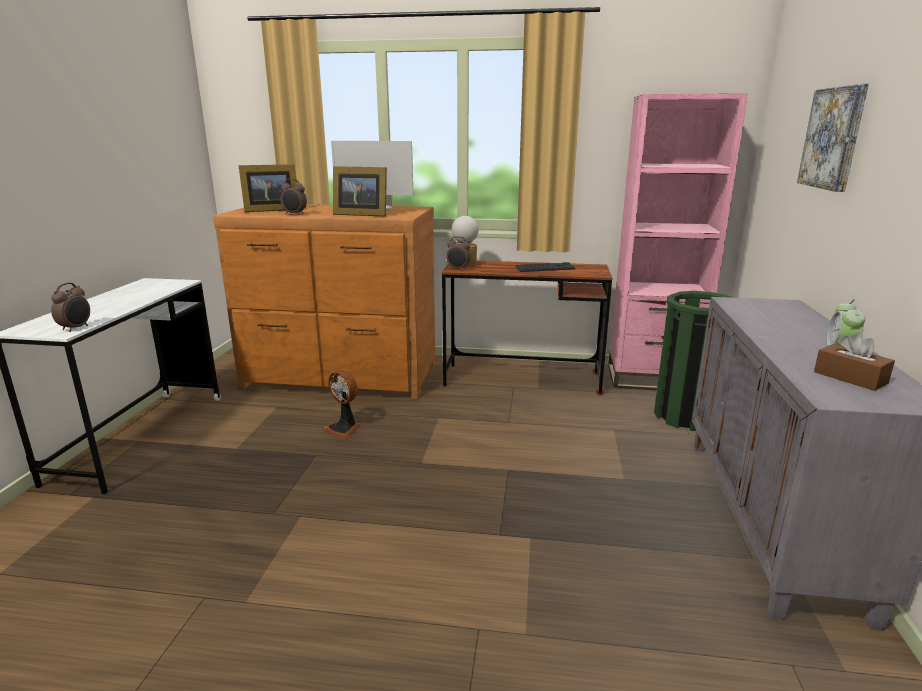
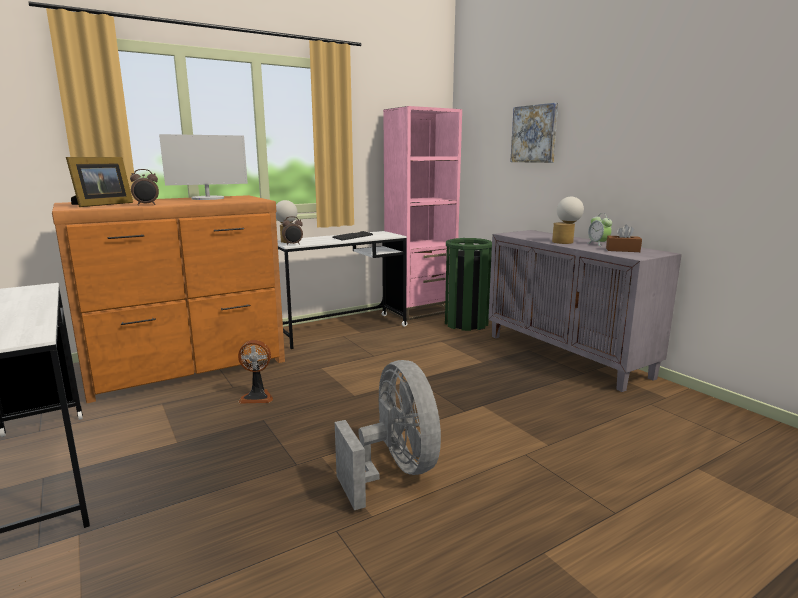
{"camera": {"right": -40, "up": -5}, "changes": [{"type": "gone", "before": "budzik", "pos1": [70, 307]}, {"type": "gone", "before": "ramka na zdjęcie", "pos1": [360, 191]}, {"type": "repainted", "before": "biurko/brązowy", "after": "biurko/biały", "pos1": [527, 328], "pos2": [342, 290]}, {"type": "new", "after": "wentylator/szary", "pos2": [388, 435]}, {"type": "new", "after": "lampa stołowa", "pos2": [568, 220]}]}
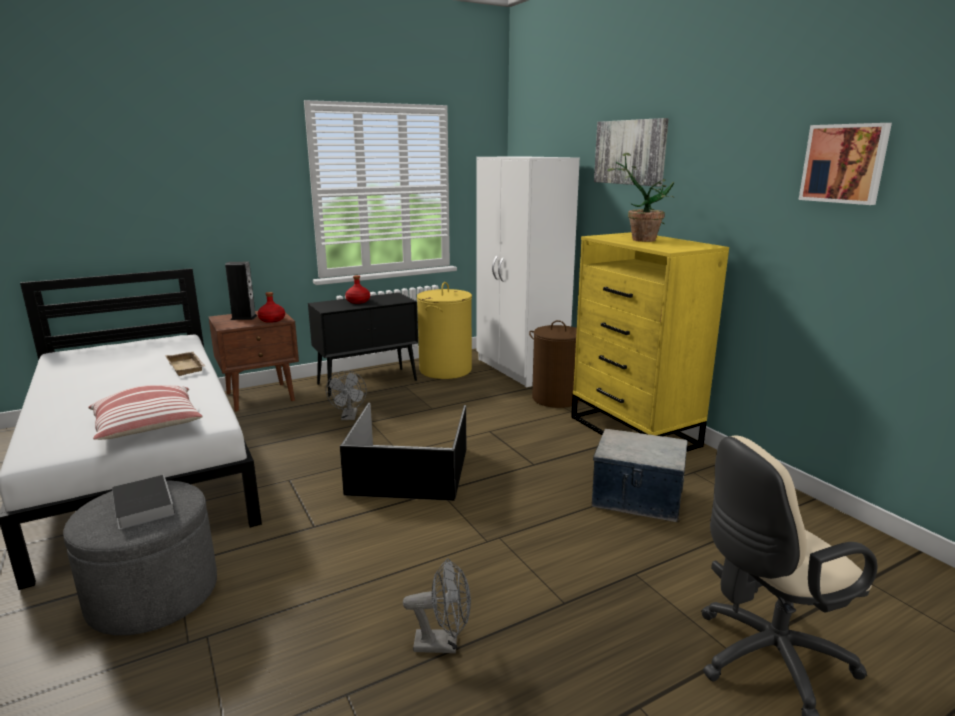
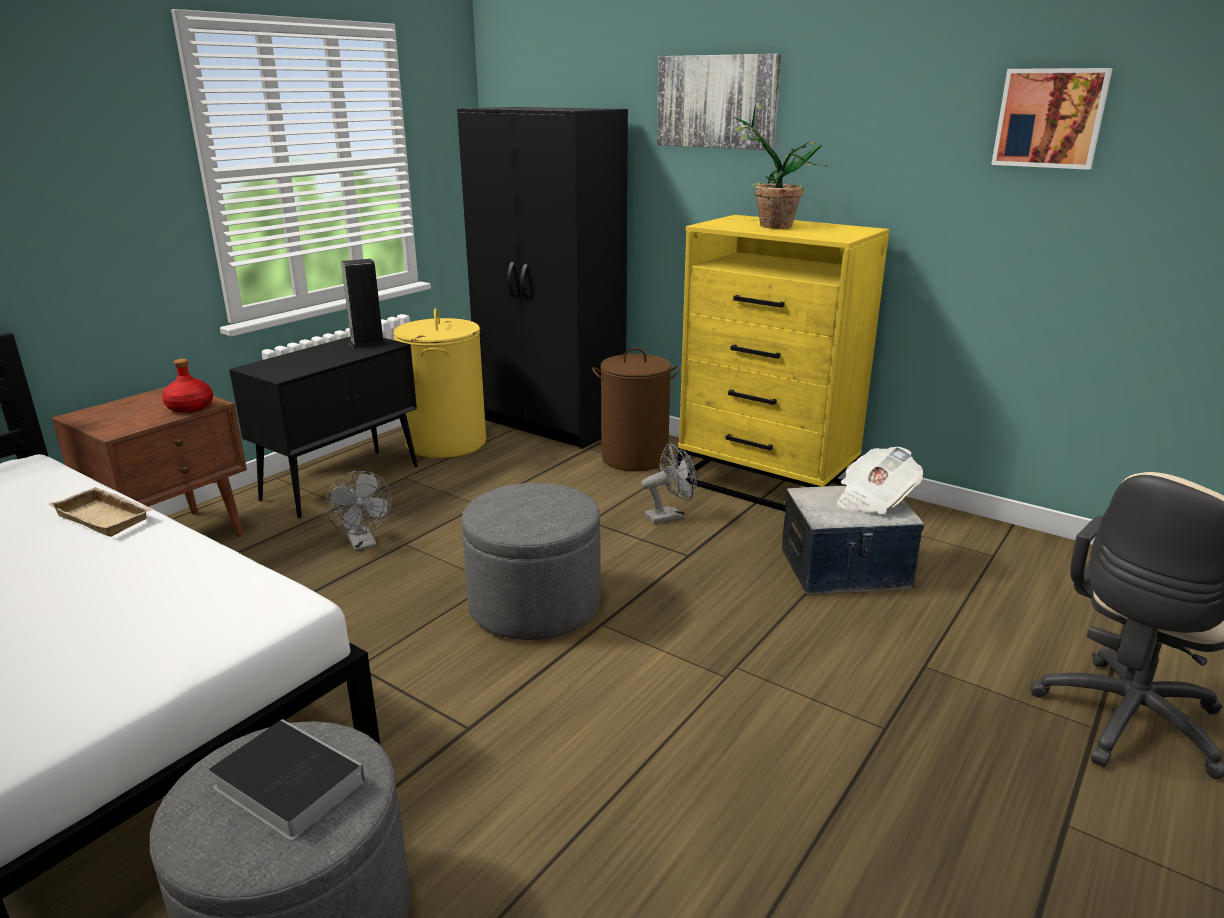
{"camera": {"right": -25, "up": 5}, "changes": [{"type": "gone", "before": "poduszka", "pos1": [145, 412]}, {"type": "shifted", "before": "głośnik", "pos1": [241, 291], "pos2": [363, 304]}, {"type": "swapped", "before": "pojemnik do przechowywania/czarny", "after": "pufa/szary", "pos1": [403, 452], "pos2": [531, 561]}, {"type": "gone", "before": "butelka/czerwony", "pos1": [357, 289]}, {"type": "shifted", "before": "wentylator/szary", "pos1": [437, 605], "pos2": [669, 484]}, {"type": "repainted", "before": "szafa/biały", "after": "szafa/czarny", "pos1": [528, 271], "pos2": [542, 278]}, {"type": "new", "after": "gazeta", "pos2": [880, 480]}]}
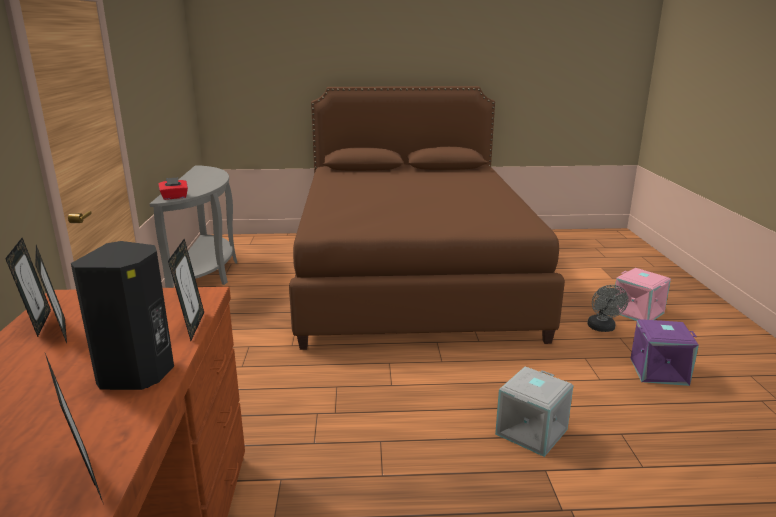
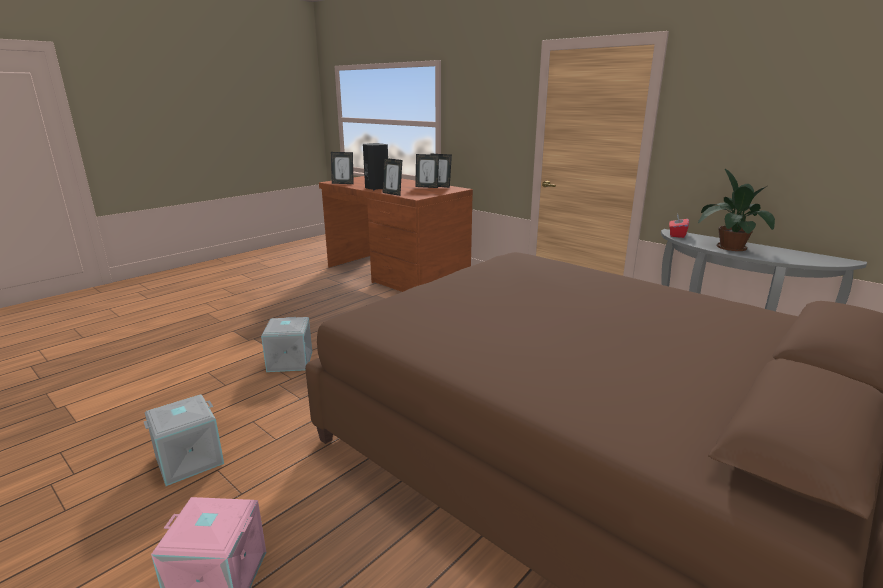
{"camera": {"right": 135, "up": 0}, "changes": [{"type": "gone", "before": "wentylator/szary", "pos1": [608, 308]}, {"type": "repainted", "before": "pojemnik do przechowywania/fioletowy", "after": "pojemnik do przechowywania/szary", "pos1": [664, 352], "pos2": [184, 440]}, {"type": "new", "after": "roślina doniczkowa", "pos2": [736, 210]}]}
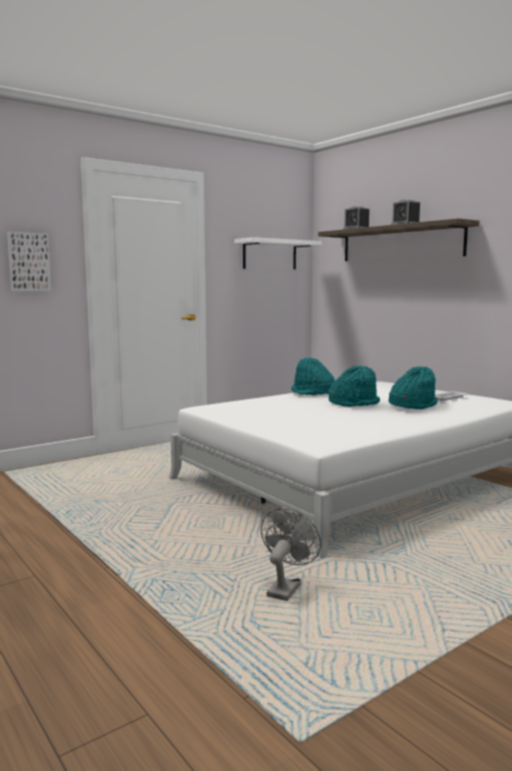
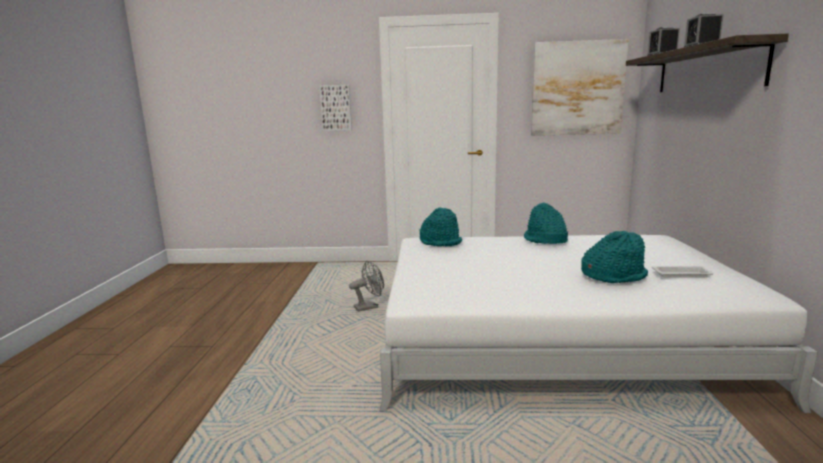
{"camera": {"right": 40, "up": 5}, "changes": [{"type": "swapped", "before": "półka/biały", "after": "obraz", "pos1": [278, 253], "pos2": [580, 87]}, {"type": "shifted", "before": "wentylator/szary", "pos1": [291, 554], "pos2": [366, 286]}, {"type": "shifted", "before": "kapelusz/turkusowy", "pos1": [354, 386], "pos2": [441, 226]}]}
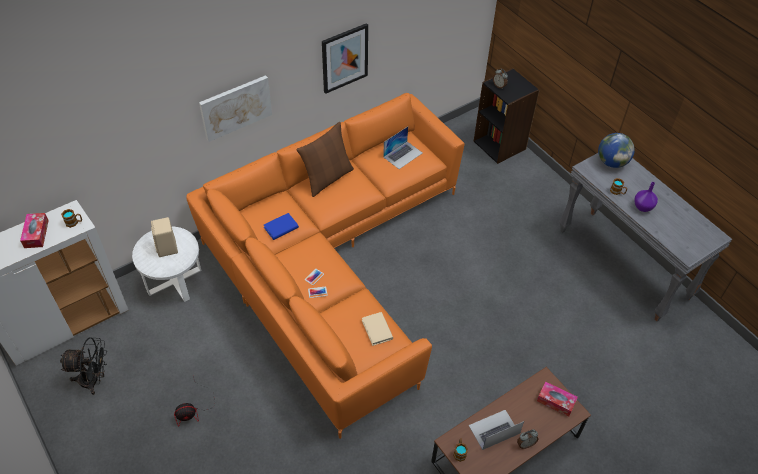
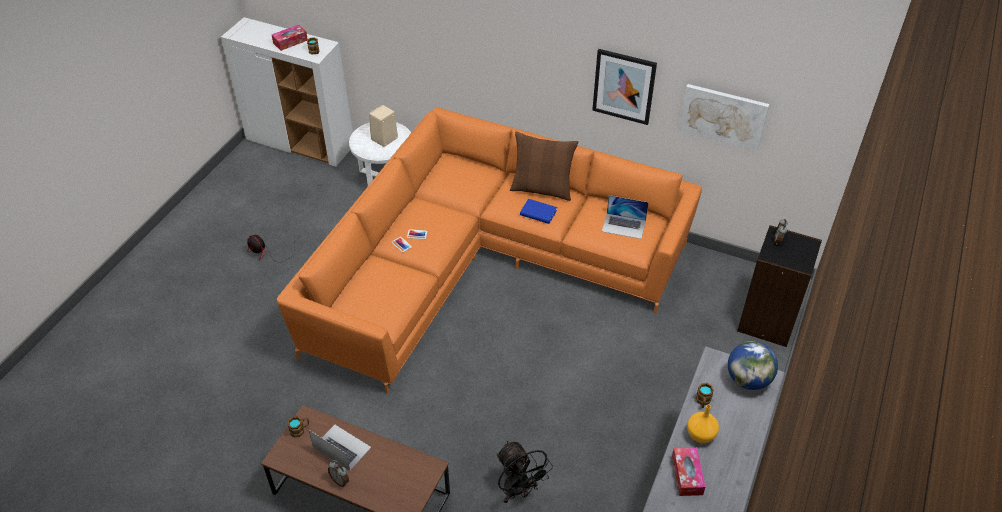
{"camera": {"right": 60, "up": -5}, "changes": [{"type": "shifted", "before": "wentylator/czarny", "pos1": [83, 366], "pos2": [524, 472]}, {"type": "shifted", "before": "obraz", "pos1": [235, 108], "pos2": [724, 117]}, {"type": "shifted", "before": "książka/niebieski", "pos1": [281, 226], "pos2": [538, 211]}, {"type": "gone", "before": "książka/beżowy", "pos1": [377, 329]}, {"type": "shifted", "before": "pudełko chusteczek", "pos1": [557, 399], "pos2": [688, 471]}, {"type": "repainted", "before": "wazon/fioletowy", "after": "wazon/pomarańczowy", "pos1": [646, 197], "pos2": [703, 424]}]}
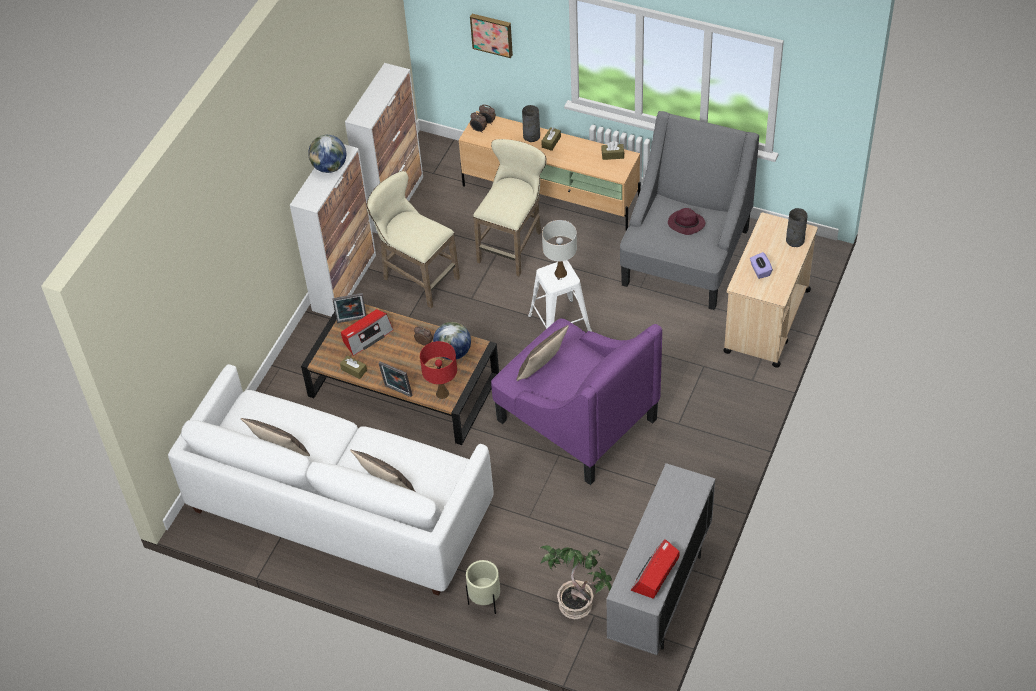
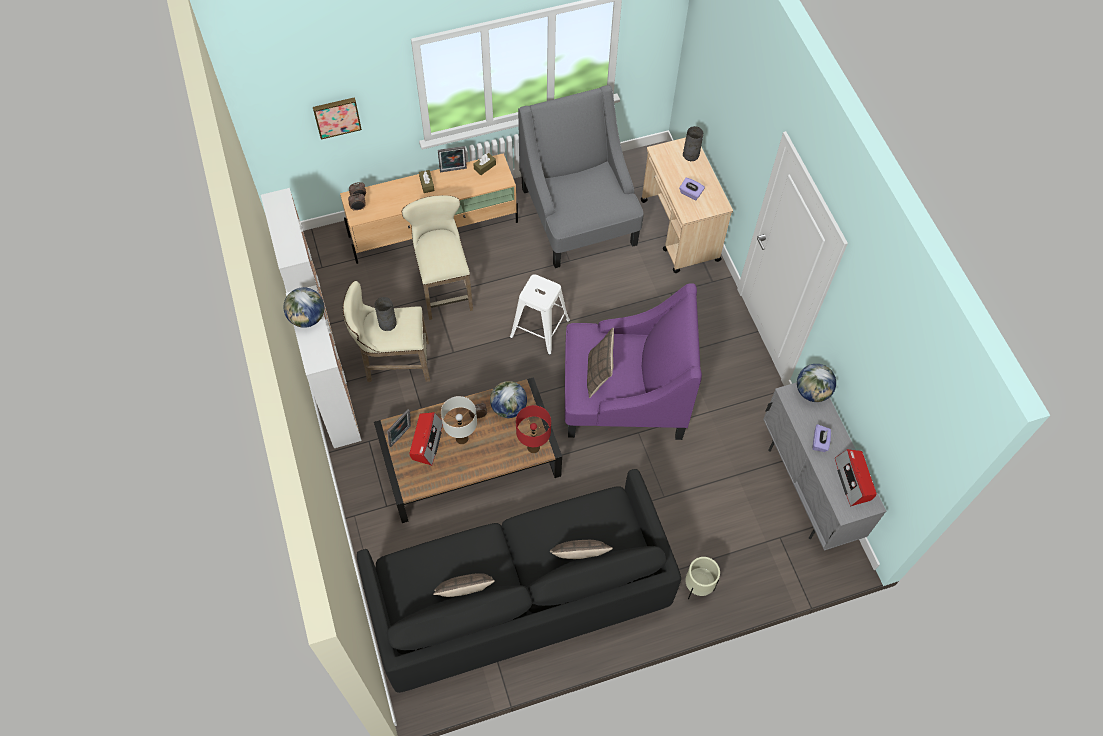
{"camera": {"right": -45, "up": 10}, "changes": [{"type": "repainted", "before": "kanapa/biały", "after": "kanapa/czarny", "pos1": [330, 480], "pos2": [519, 581]}, {"type": "gone", "before": "pudełko chusteczek/brązowy", "pos1": [353, 367]}, {"type": "shifted", "before": "ramka na zdjęcie", "pos1": [395, 379], "pos2": [452, 159]}, {"type": "shifted", "before": "wazon/szary", "pos1": [531, 123], "pos2": [386, 314]}, {"type": "gone", "before": "roślina doniczkowa", "pos1": [576, 582]}, {"type": "shifted", "before": "lampa stołowa/biały", "pos1": [559, 249], "pos2": [459, 420]}, {"type": "gone", "before": "kapelusz/fioletowy", "pos1": [686, 221]}, {"type": "new", "after": "globus", "pos2": [816, 383]}, {"type": "new", "after": "pudełko chusteczek/fioletowy", "pos2": [821, 438]}]}
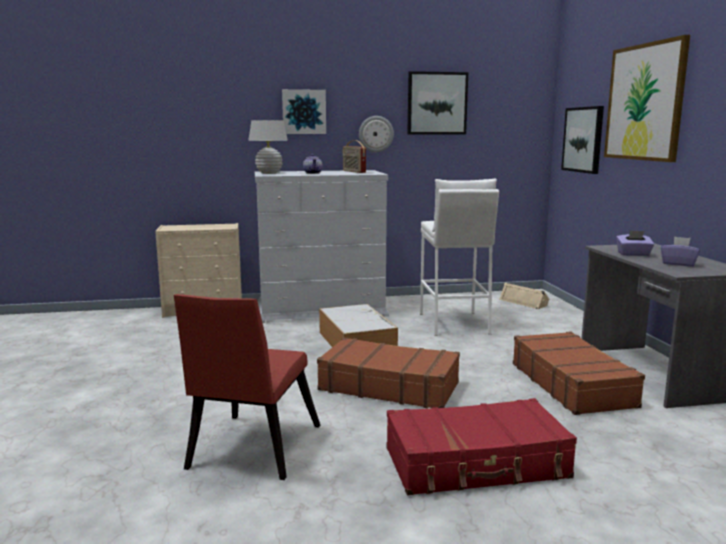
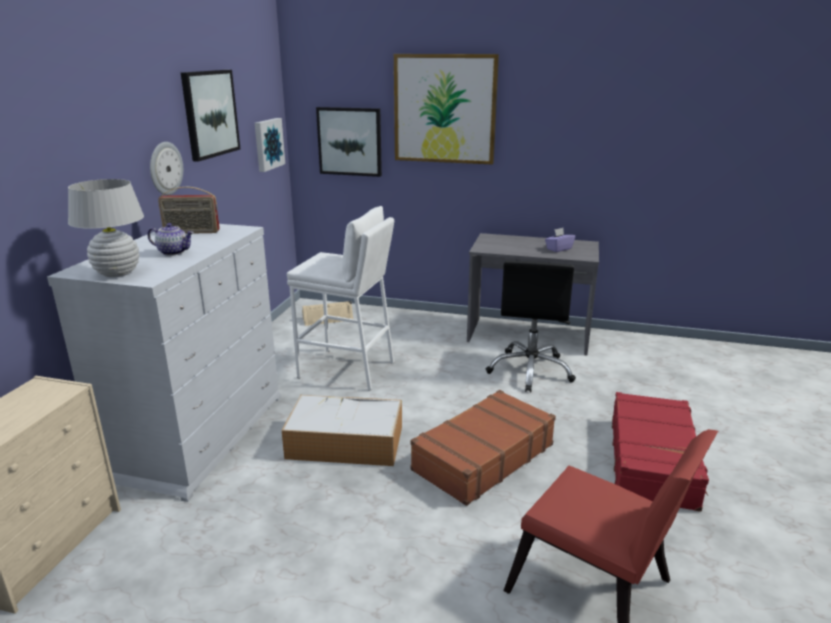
{"camera": {"right": -65, "up": 10}, "changes": [{"type": "shifted", "before": "obraz", "pos1": [304, 111], "pos2": [270, 145]}, {"type": "swapped", "before": "walizka/brązowy", "after": "krzesło biurowe/czarny", "pos1": [579, 373], "pos2": [531, 326]}, {"type": "gone", "before": "pudełko chusteczek/fioletowy", "pos1": [635, 243]}]}
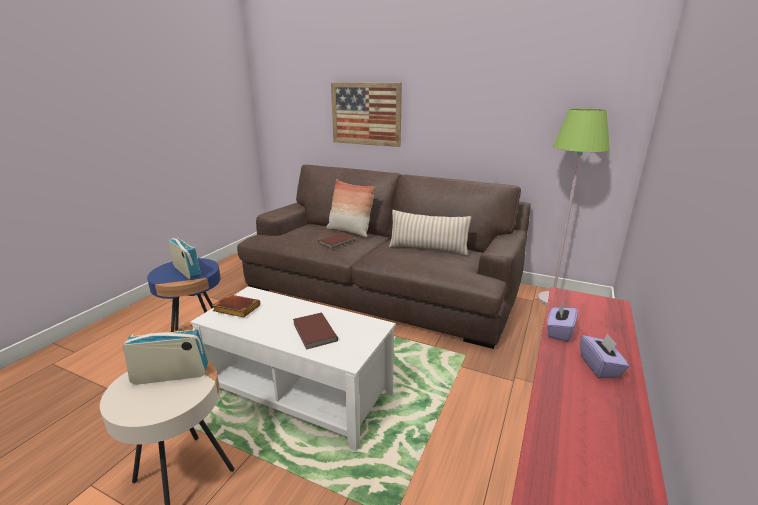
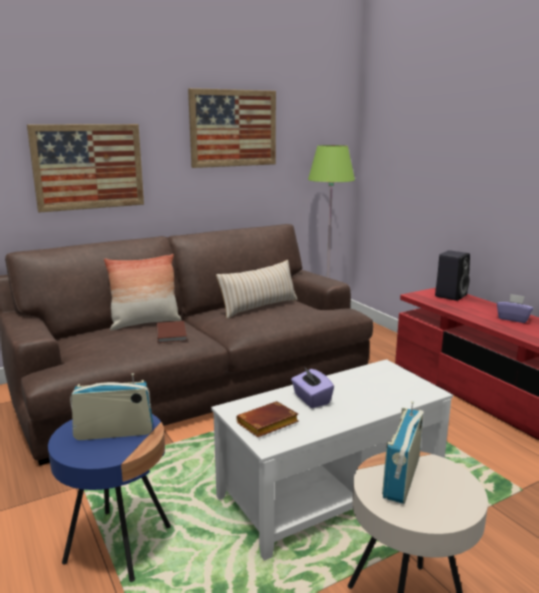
{"camera": {"right": -55, "up": -5}, "changes": [{"type": "gone", "before": "książka/brązowy", "pos1": [315, 331]}, {"type": "shifted", "before": "pudełko chusteczek/fioletowy", "pos1": [562, 322], "pos2": [312, 388]}, {"type": "new", "after": "obraz", "pos2": [232, 128]}, {"type": "new", "after": "głośnik/czarny", "pos2": [452, 275]}]}
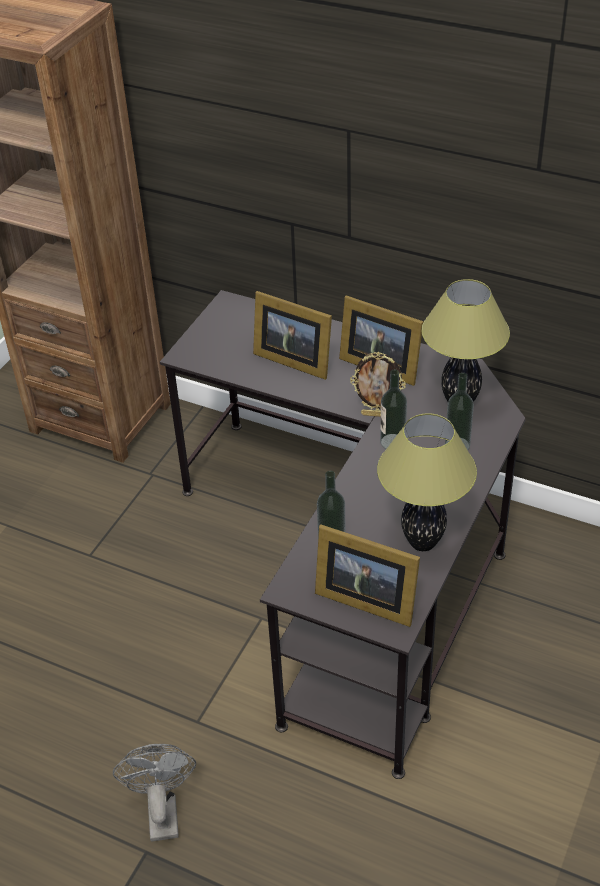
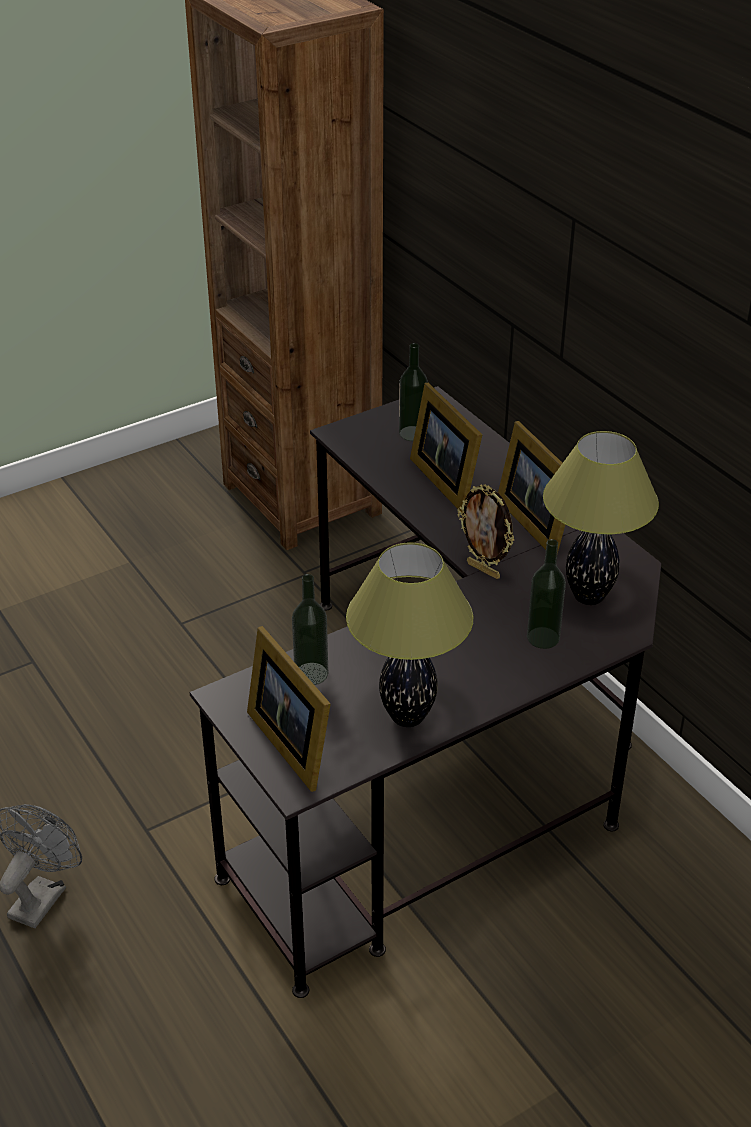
{"camera": {"right": 30, "up": -5}, "changes": [{"type": "shifted", "before": "butelka", "pos1": [393, 409], "pos2": [413, 392]}]}
